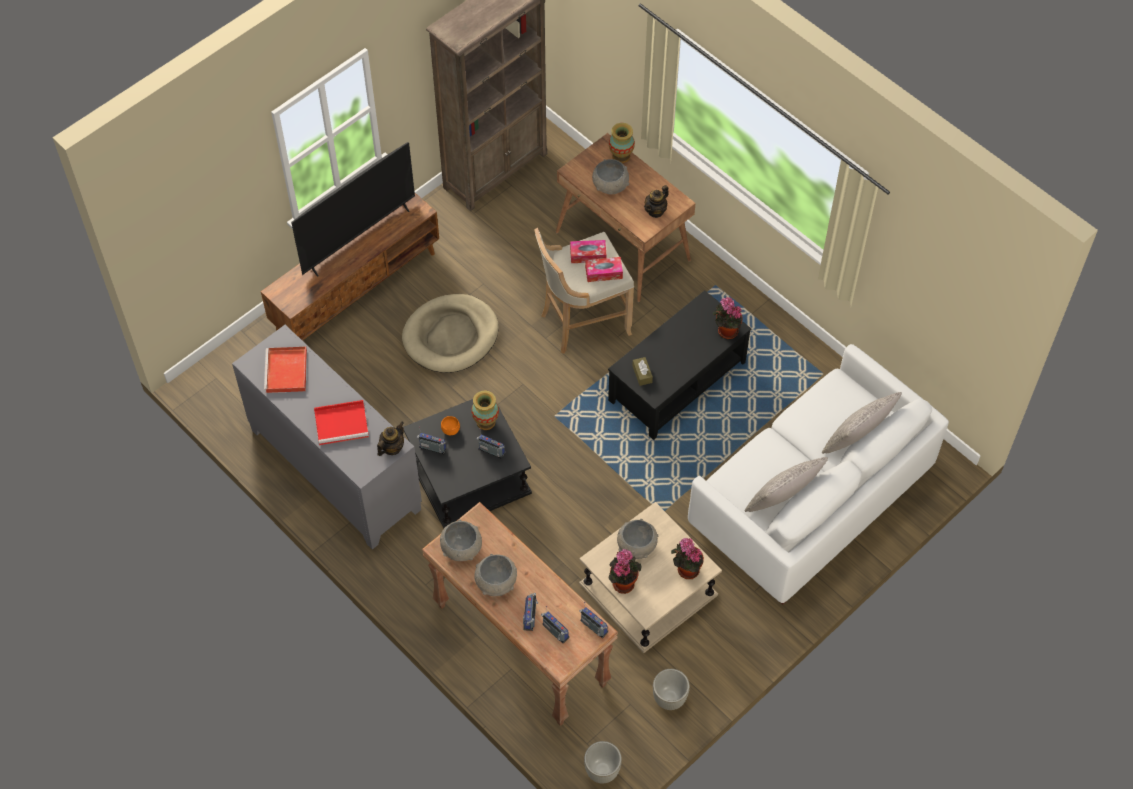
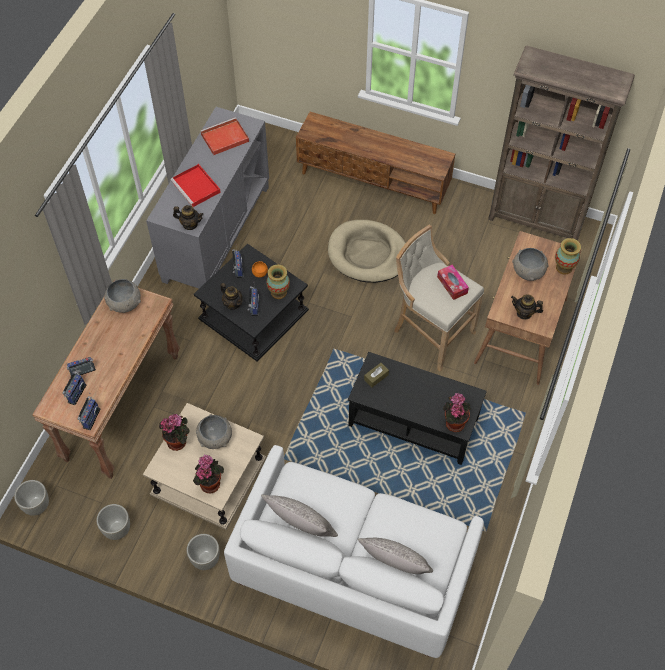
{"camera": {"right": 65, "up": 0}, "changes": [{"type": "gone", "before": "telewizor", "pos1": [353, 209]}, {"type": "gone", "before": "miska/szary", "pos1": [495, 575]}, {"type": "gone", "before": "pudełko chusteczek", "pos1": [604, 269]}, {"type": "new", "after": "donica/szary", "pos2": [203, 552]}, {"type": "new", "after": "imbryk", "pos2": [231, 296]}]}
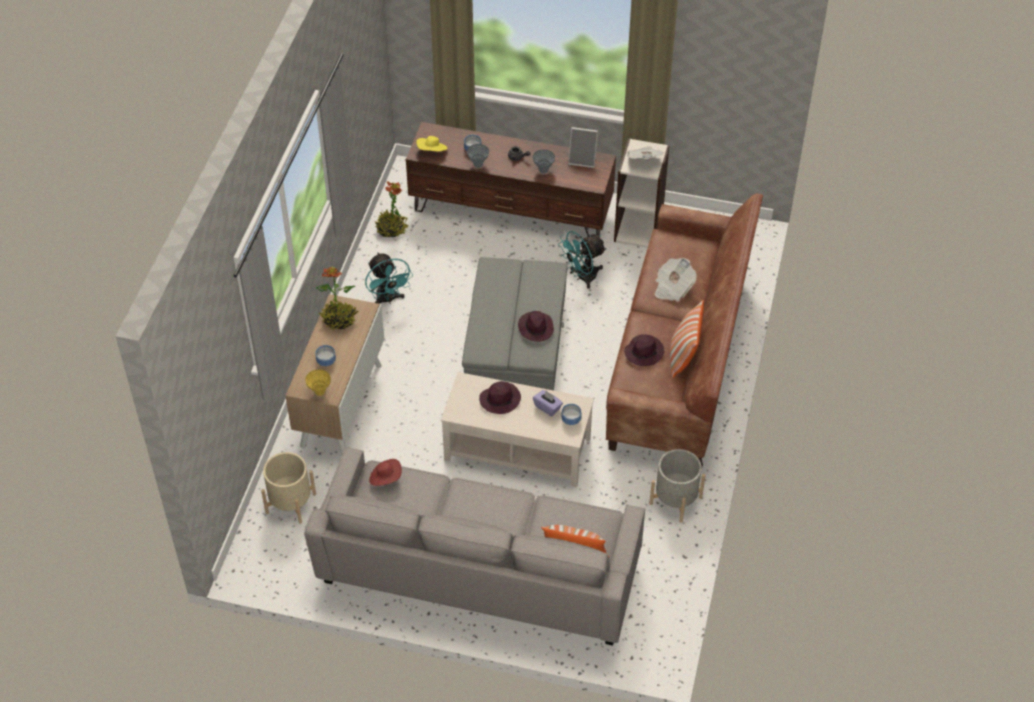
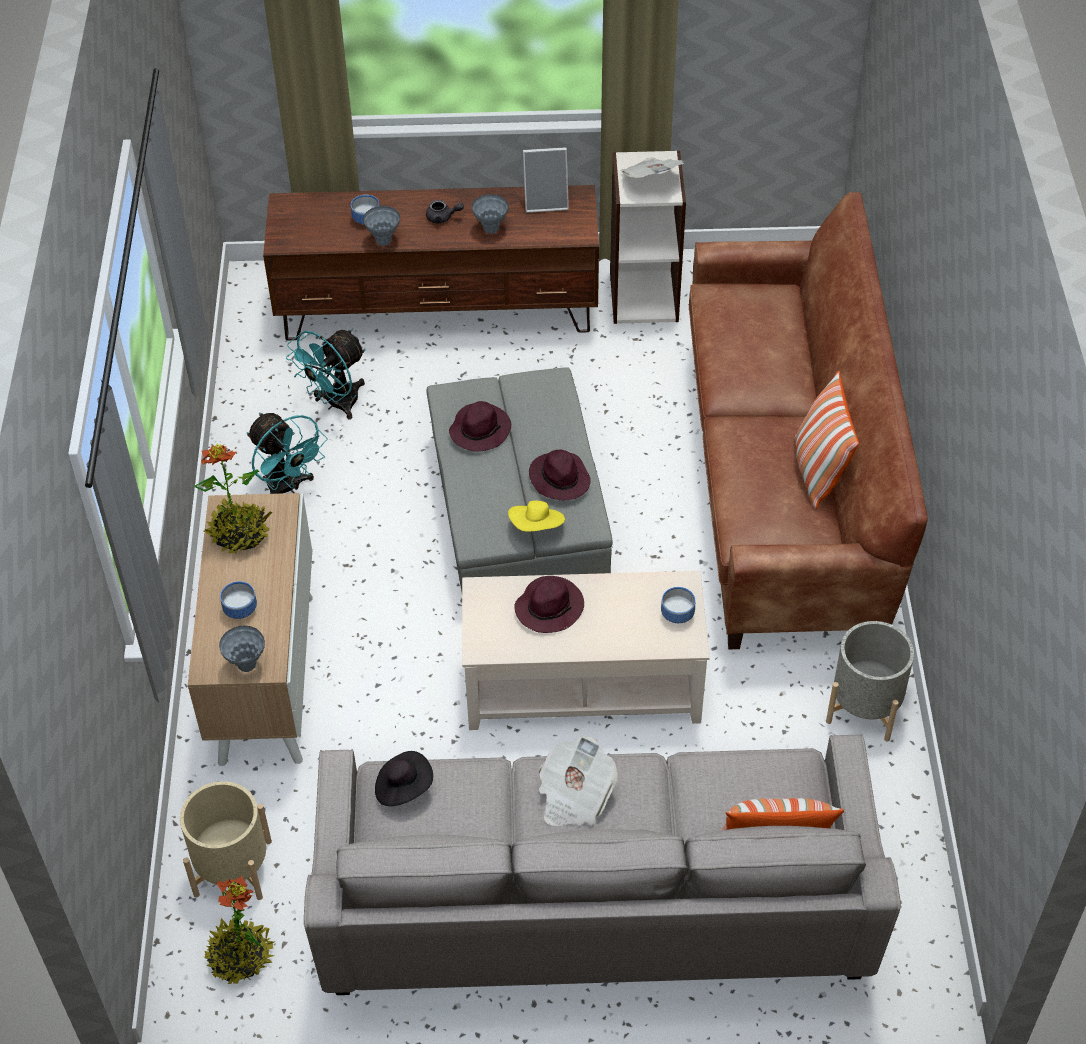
{"camera": {"right": -15, "up": 0}, "changes": [{"type": "repainted", "before": "wazon/żółty", "after": "wazon/szary", "pos1": [318, 383], "pos2": [242, 648]}, {"type": "repainted", "before": "kapelusz/czerwony", "after": "kapelusz/czarny", "pos1": [385, 472], "pos2": [404, 778]}, {"type": "shifted", "before": "roślina doniczkowa", "pos1": [392, 209], "pos2": [239, 930]}, {"type": "shifted", "before": "kapelusz/żółty", "pos1": [431, 143], "pos2": [536, 516]}, {"type": "gone", "before": "pudełko chusteczek/fioletowy", "pos1": [548, 403]}, {"type": "shifted", "before": "wentylator/turkusowy", "pos1": [582, 260], "pos2": [326, 374]}, {"type": "shifted", "before": "kapelusz/fioletowy", "pos1": [644, 350], "pos2": [480, 426]}, {"type": "shifted", "before": "gazeta", "pos1": [676, 280], "pos2": [578, 781]}]}
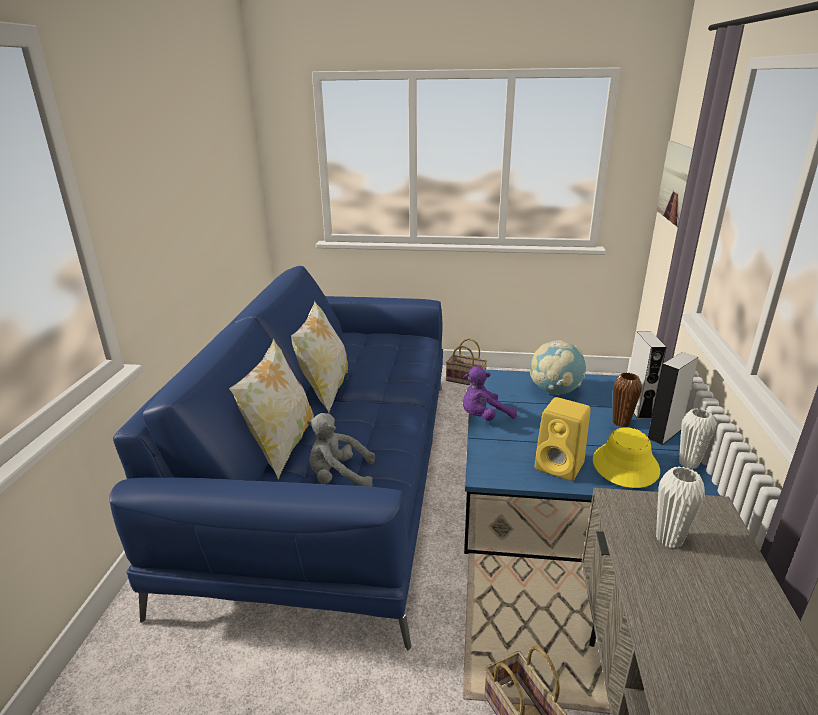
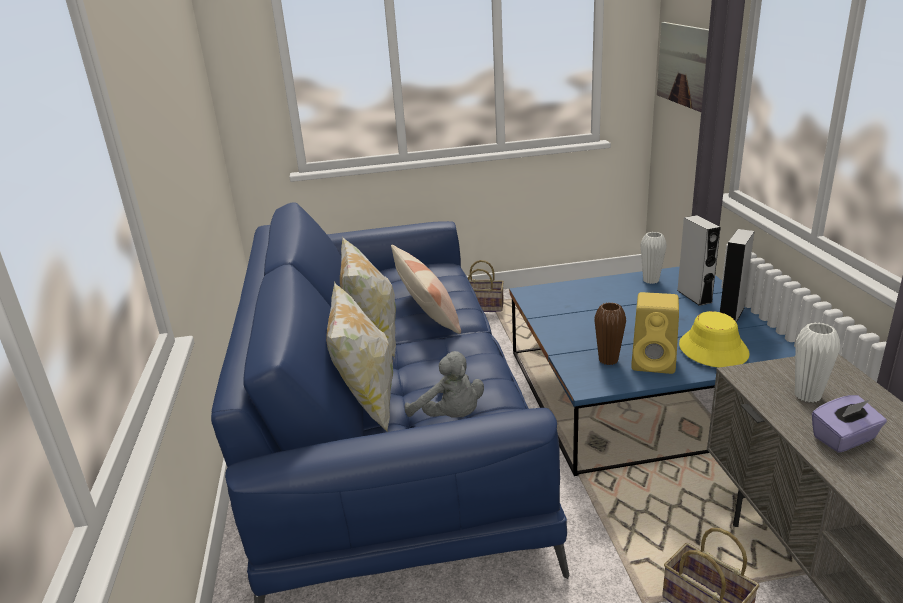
{"camera": {"right": -15, "up": 0}, "changes": [{"type": "rotated", "before": "pluszak/szary", "pos1": [341, 450], "pos2": [444, 384], "turn": -120}, {"type": "gone", "before": "pluszak/fioletowy", "pos1": [490, 393]}, {"type": "gone", "before": "globus", "pos1": [558, 367]}, {"type": "shifted", "before": "wazon/brązowy", "pos1": [627, 399], "pos2": [610, 333]}, {"type": "shifted", "before": "wazon/biały", "pos1": [697, 438], "pos2": [653, 258]}, {"type": "new", "after": "poduszka", "pos2": [426, 289]}, {"type": "new", "after": "pudełko chusteczek/fioletowy", "pos2": [849, 424]}]}
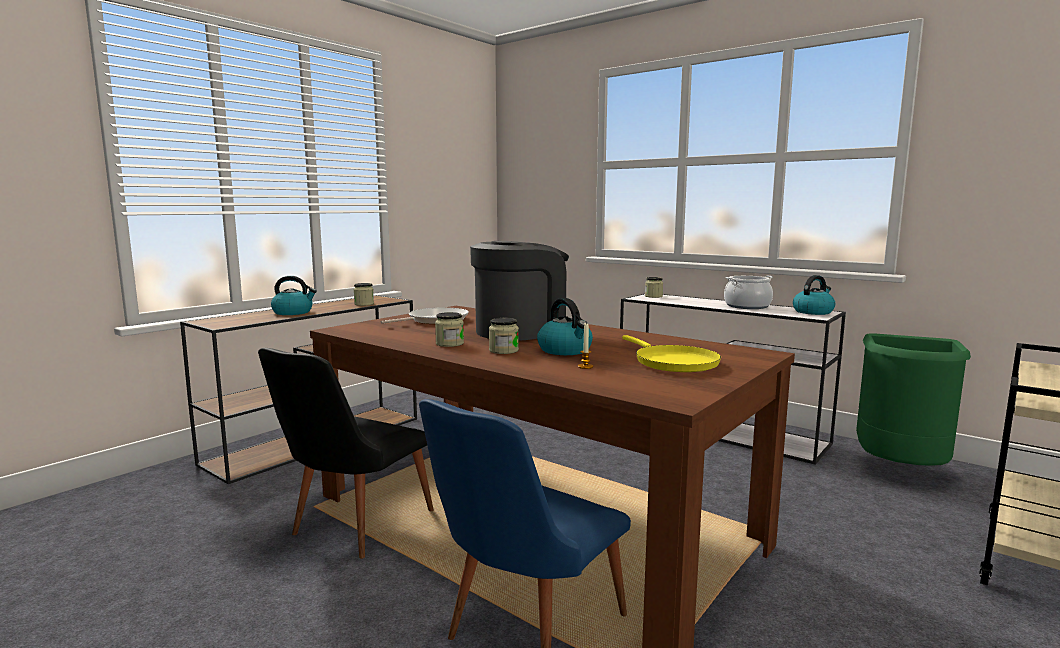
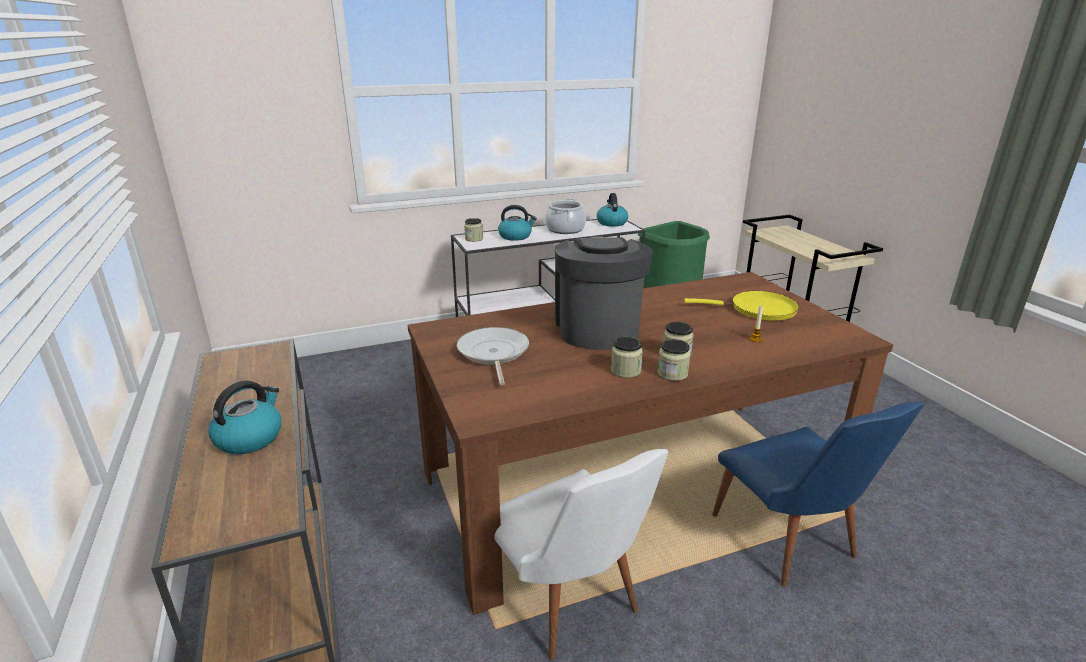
{"camera": {"right": -60, "up": 15}, "changes": [{"type": "repainted", "before": "krzesło/czarny", "after": "krzesło/biały", "pos1": [345, 453], "pos2": [581, 555]}, {"type": "shifted", "before": "słoik", "pos1": [364, 294], "pos2": [673, 360]}, {"type": "shifted", "before": "czajnik", "pos1": [565, 326], "pos2": [517, 223]}]}
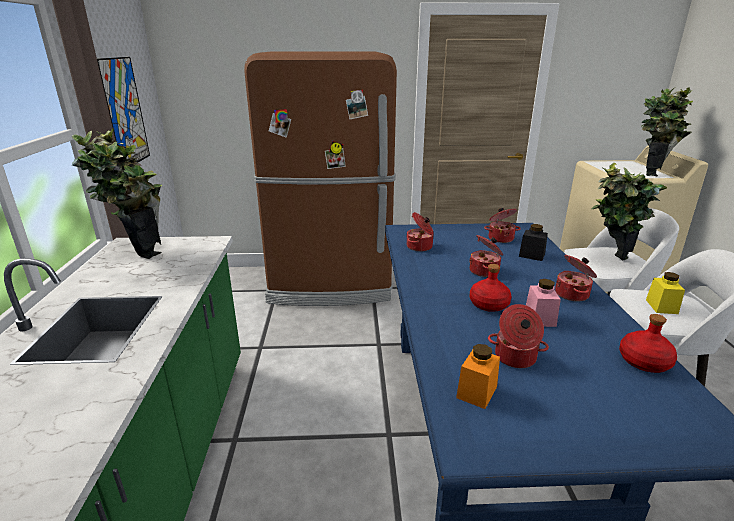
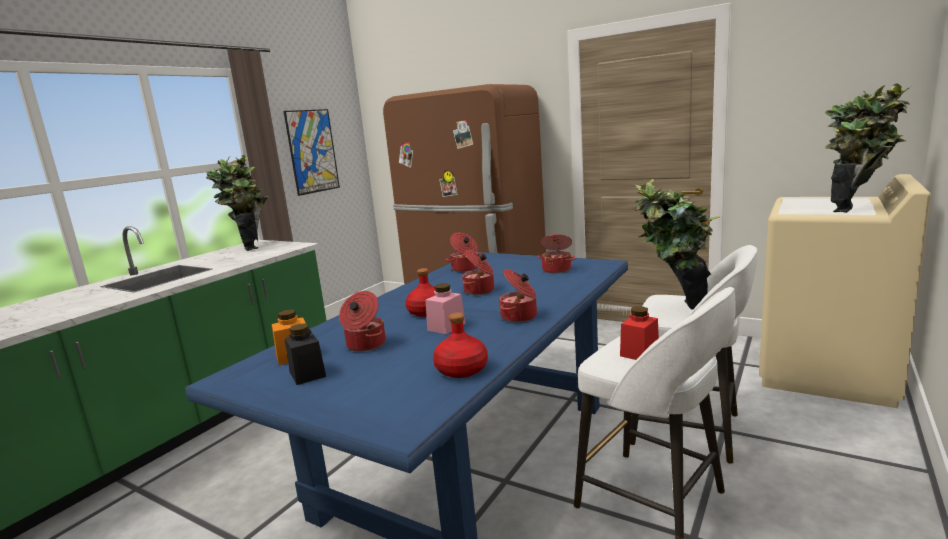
{"camera": {"right": 35, "up": -10}, "changes": [{"type": "shifted", "before": "słoik/czarny", "pos1": [533, 242], "pos2": [305, 354]}, {"type": "repainted", "before": "słoik/żółty", "after": "słoik/czerwony", "pos1": [665, 293], "pos2": [639, 333]}]}
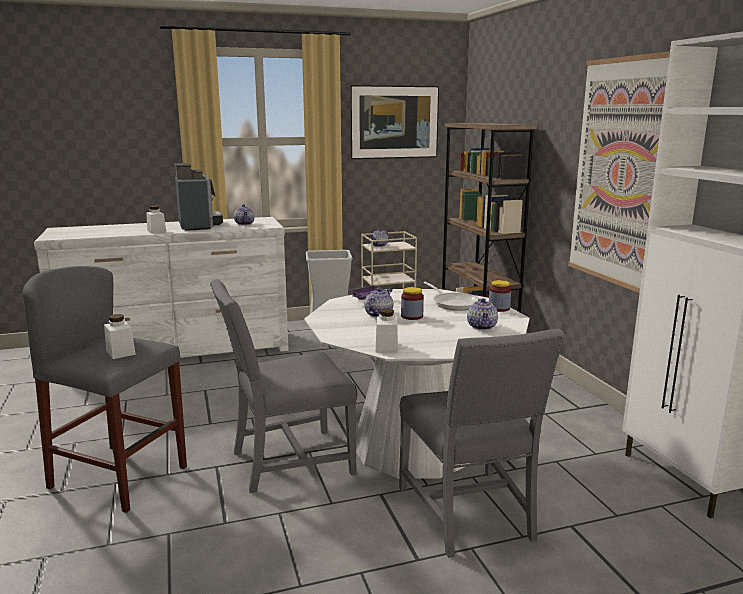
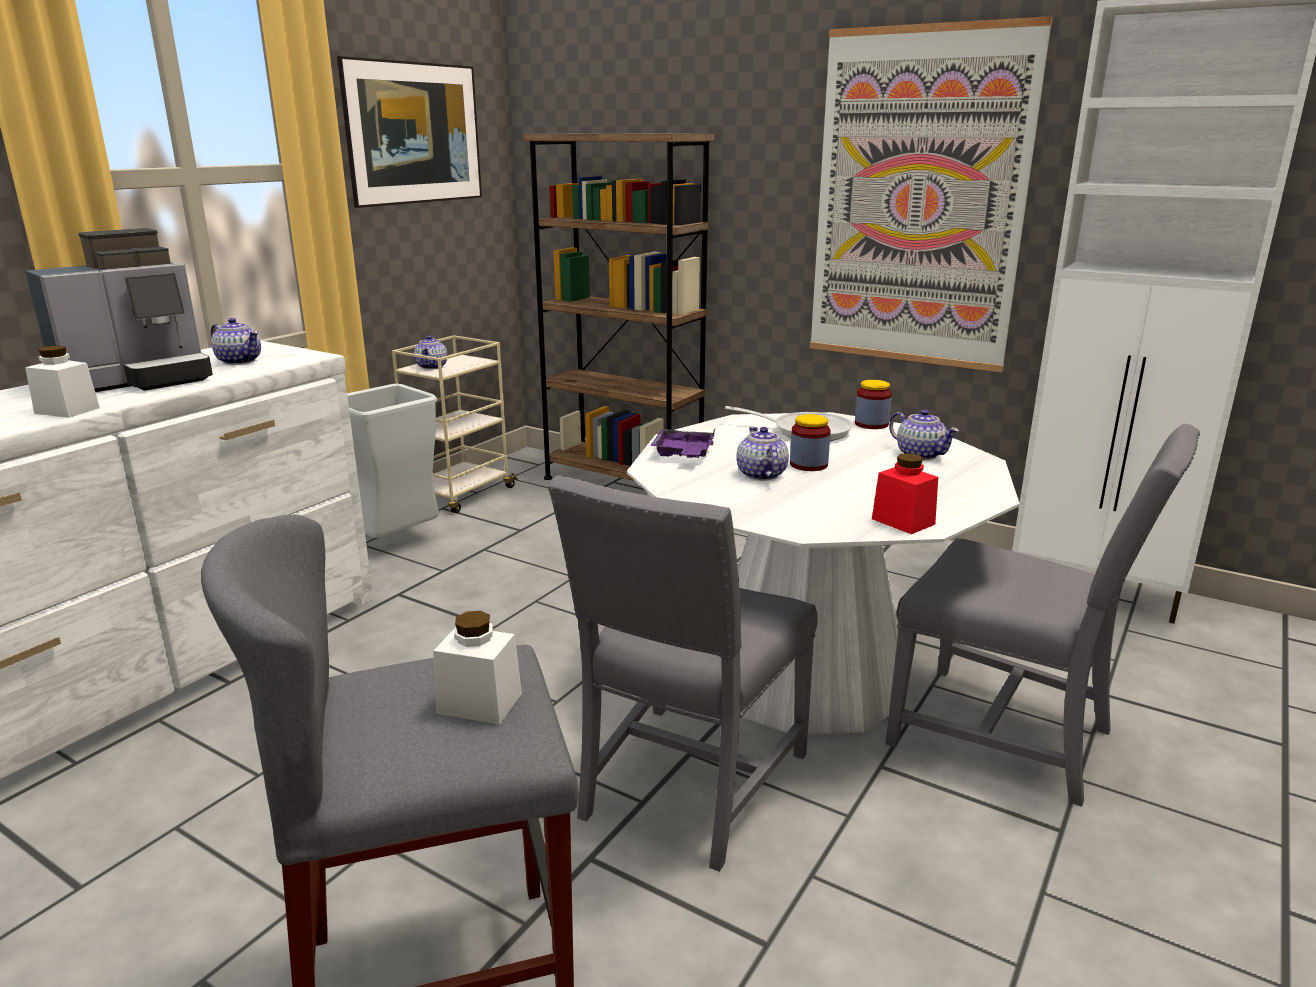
{"camera": {"right": -40, "up": 5}, "changes": [{"type": "rotated", "before": "ekspres do kawy", "pos1": [199, 197], "pos2": [119, 310], "turn": 105}, {"type": "repainted", "before": "słoik/biały", "after": "słoik/czerwony", "pos1": [387, 330], "pos2": [905, 493]}]}
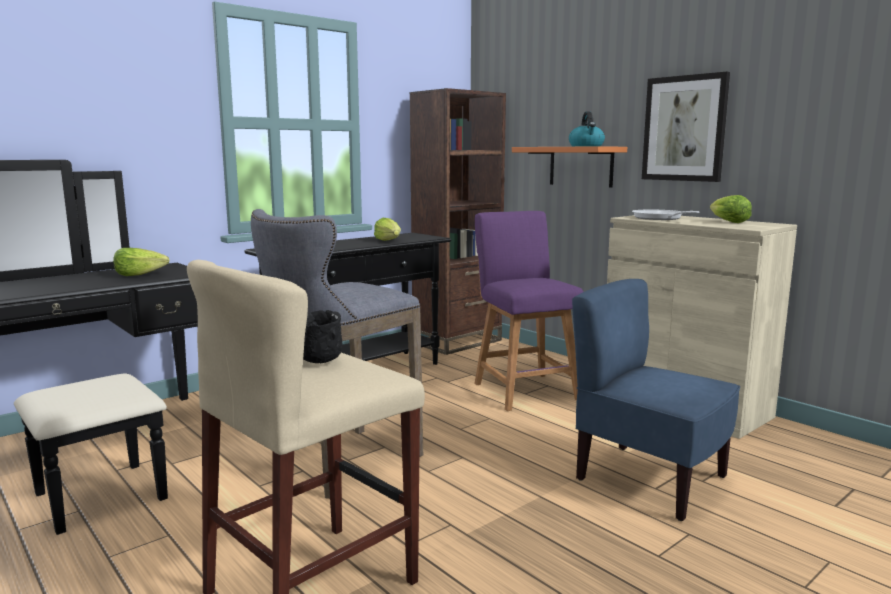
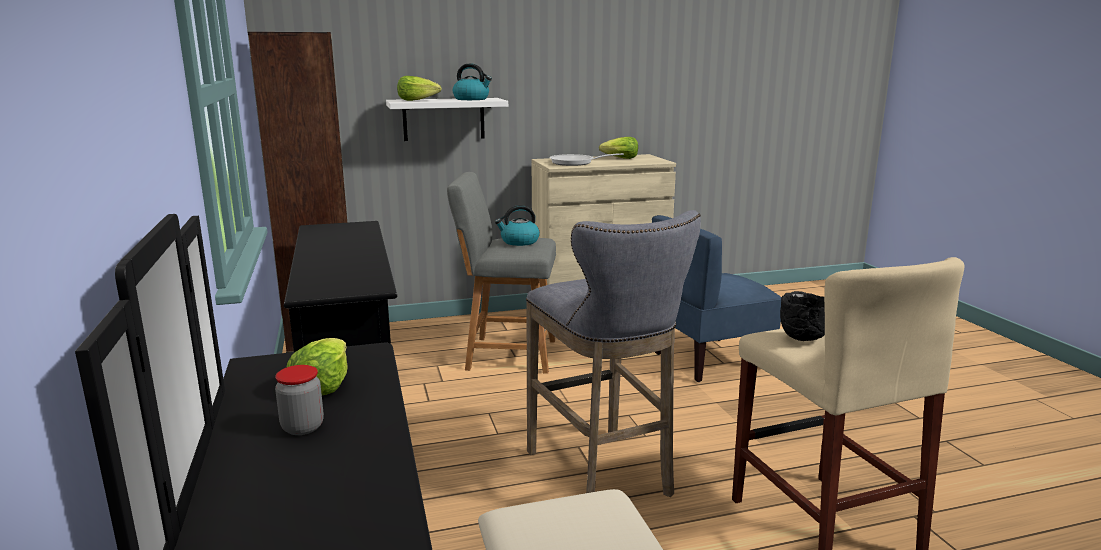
{"camera": {"right": -65, "up": 5}, "changes": [{"type": "shifted", "before": "sałata", "pos1": [387, 229], "pos2": [419, 88]}, {"type": "repainted", "before": "stołek/fioletowy", "after": "stołek/szary", "pos1": [529, 311], "pos2": [501, 273]}, {"type": "repainted", "before": "półka/pomarańczowy", "after": "półka/biały", "pos1": [569, 166], "pos2": [447, 119]}, {"type": "gone", "before": "obraz", "pos1": [686, 127]}, {"type": "new", "after": "słoik", "pos2": [299, 400]}, {"type": "new", "after": "czajnik", "pos2": [517, 225]}]}
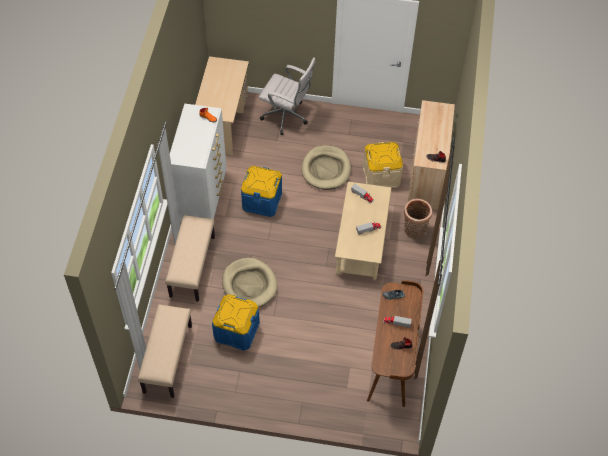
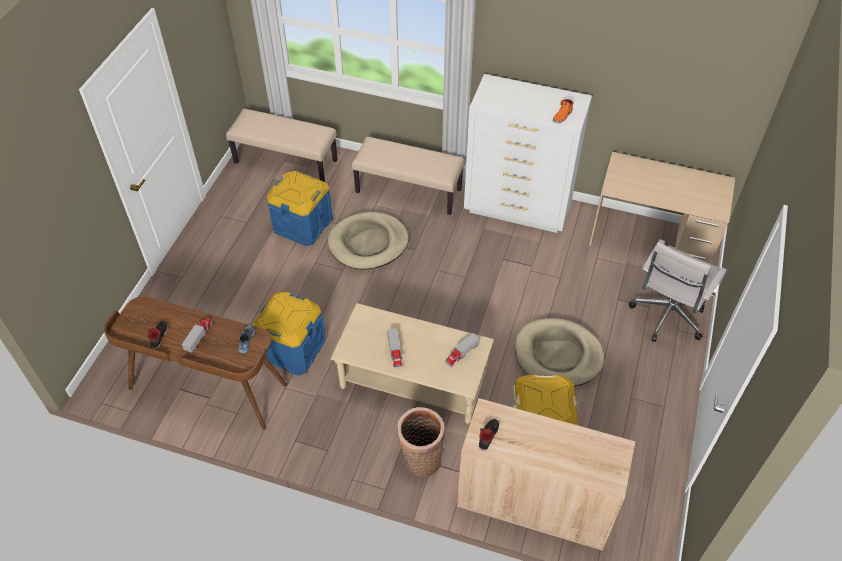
{"camera": {"right": 100, "up": -5}, "changes": [{"type": "shifted", "before": "pojemnik do przechowywania/niebieski", "pos1": [261, 191], "pos2": [289, 334]}]}
